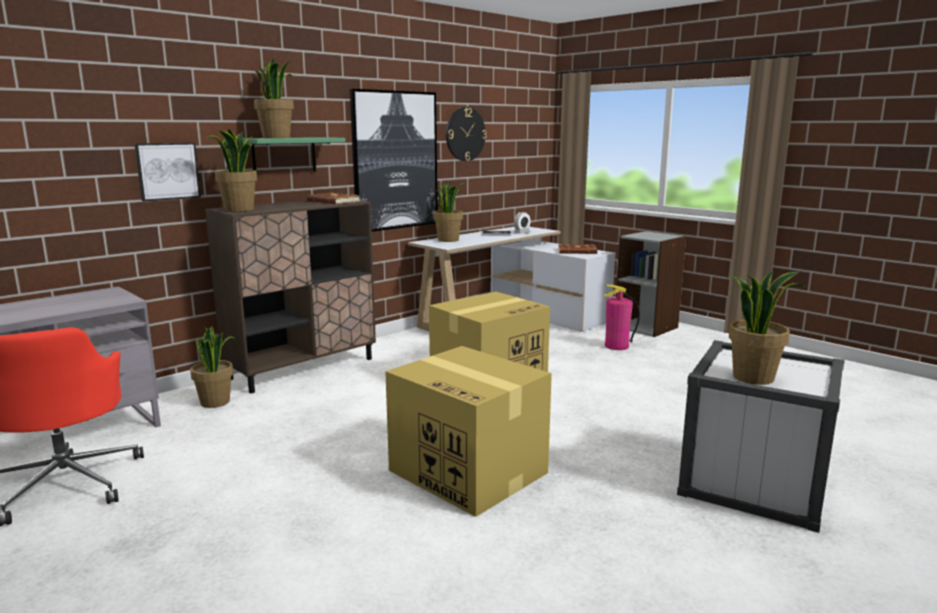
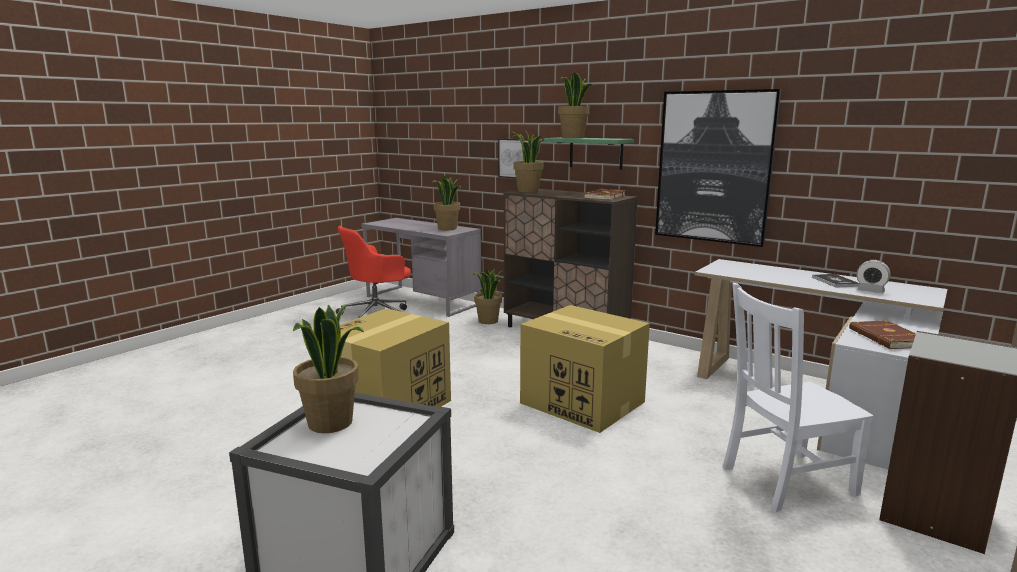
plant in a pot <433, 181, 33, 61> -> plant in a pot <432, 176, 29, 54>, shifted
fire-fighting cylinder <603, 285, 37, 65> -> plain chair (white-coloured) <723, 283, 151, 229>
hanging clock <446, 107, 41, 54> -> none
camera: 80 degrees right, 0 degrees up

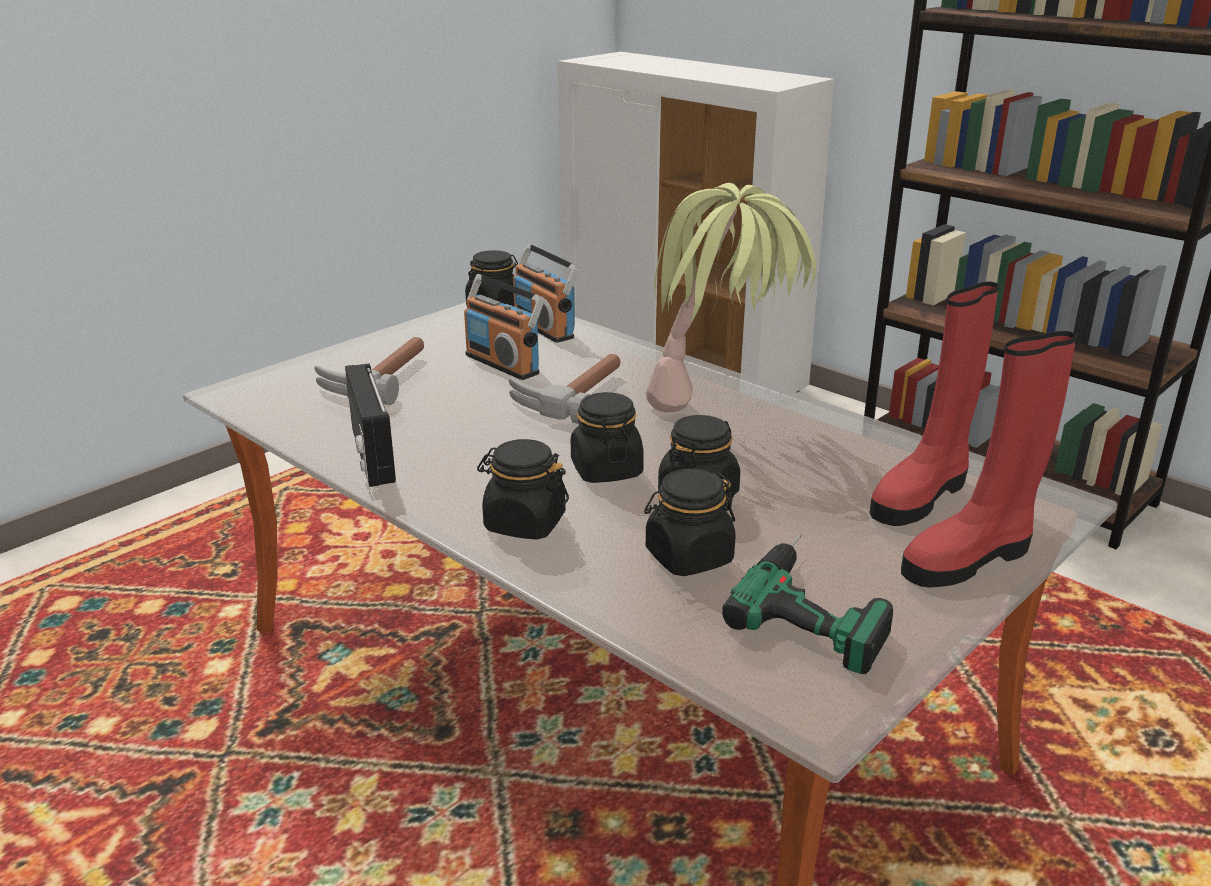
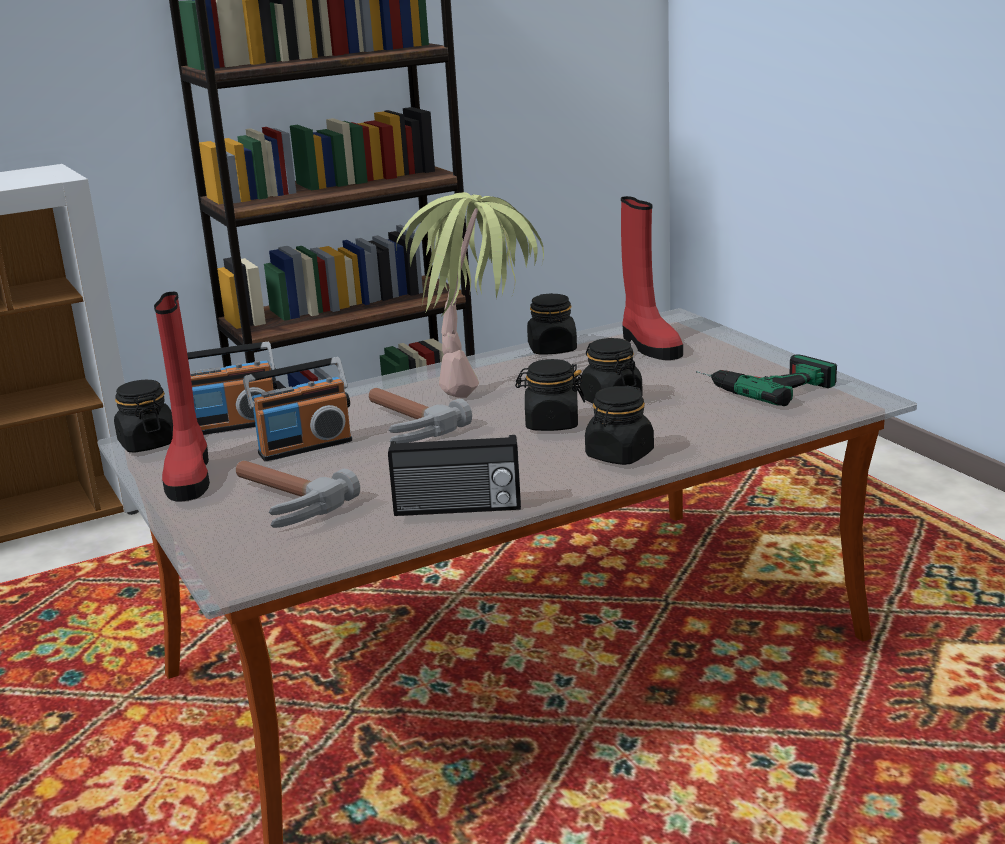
tall boot (red-coloured) <901, 331, 176, 256> -> tall boot (red-coloured) <154, 292, 56, 210>, shifted
jar (blackish) <644, 469, 92, 107> -> jar (blackish) <527, 293, 50, 61>, shifted
camera: 70 degrees left, 5 degrees down

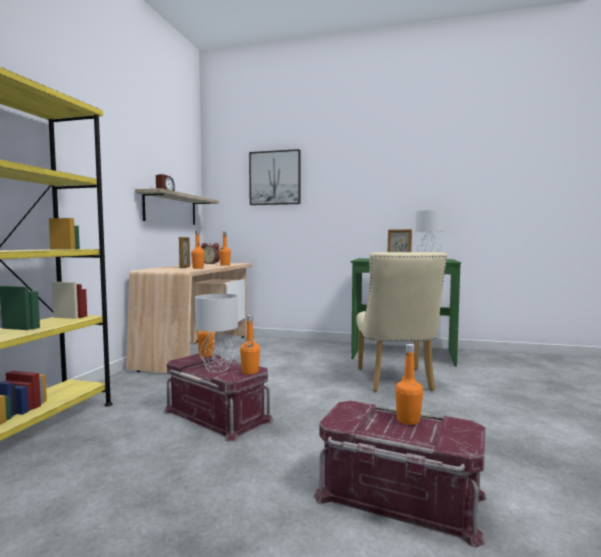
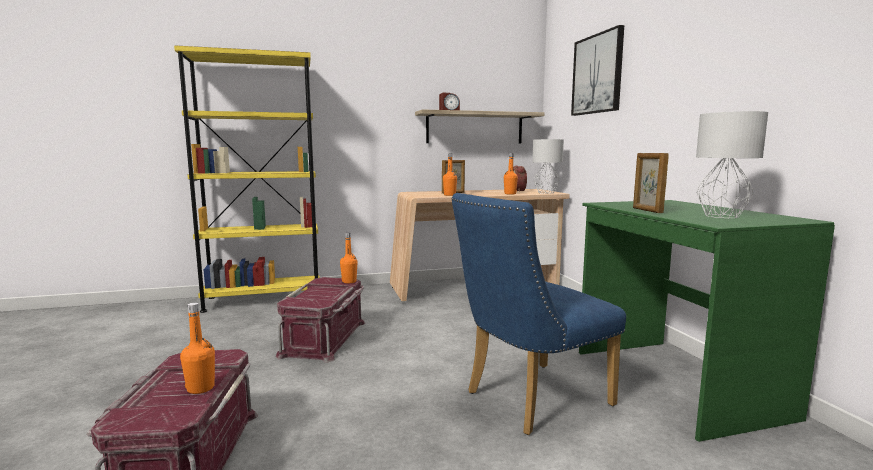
plain chair (beige-coloured) <356, 252, 91, 139> -> plain chair (blue-coloured) <451, 193, 175, 242>
tabletop lamp (grey) <195, 294, 43, 79> -> tabletop lamp (grey) <532, 139, 32, 55>, shifted
bottle (orange) <240, 315, 20, 60> -> none
camera: 60 degrees right, 5 degrees up

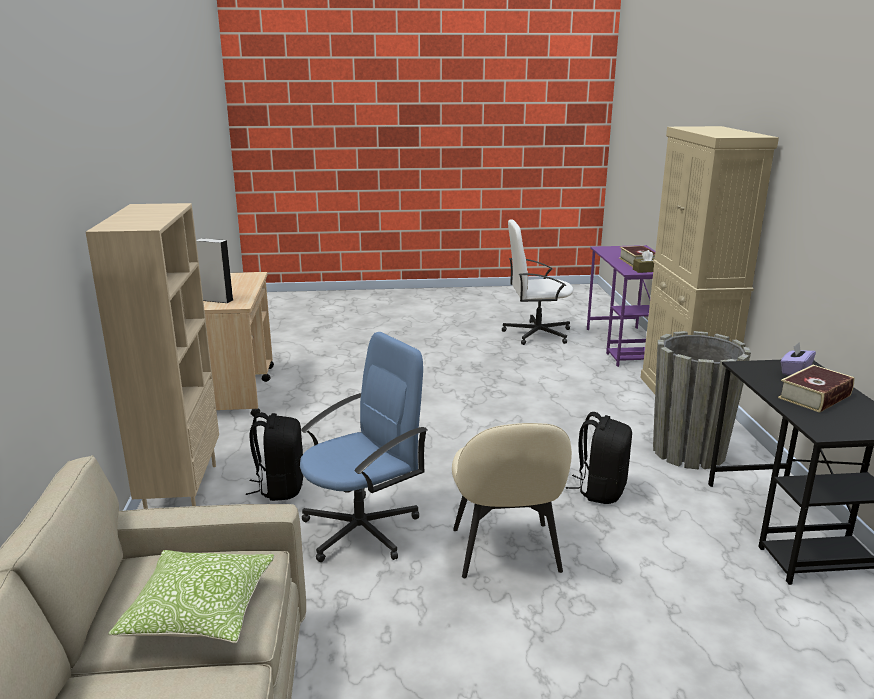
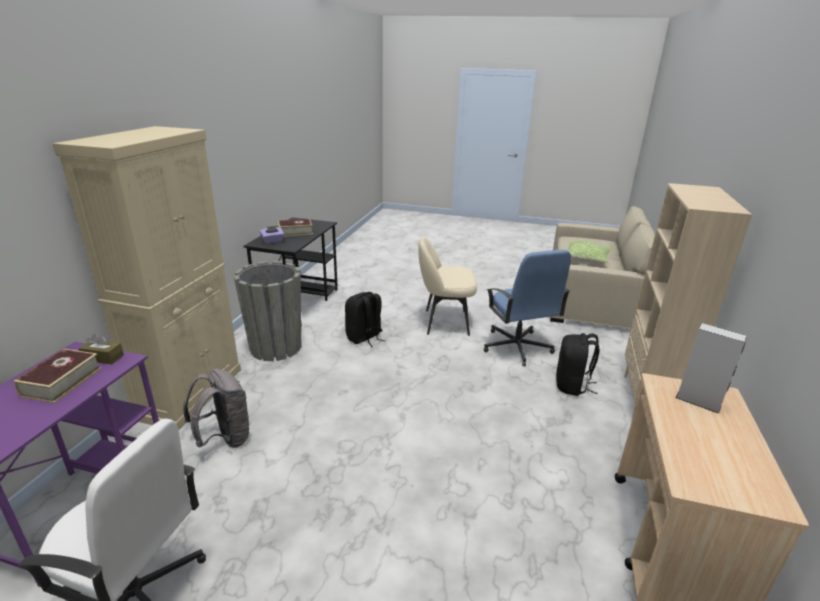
none -> rucksack (grey) <183, 368, 67, 80>
plain chair (beige-coloured) <452, 423, 120, 155> -> plain chair (beige-coloured) <419, 236, 58, 100>, 105 degrees counterclockwise
computer chair (blue-coloured) <300, 332, 128, 230> -> computer chair (blue-coloured) <484, 250, 87, 117>, 90 degrees counterclockwise
camera: 160 degrees left, 5 degrees up

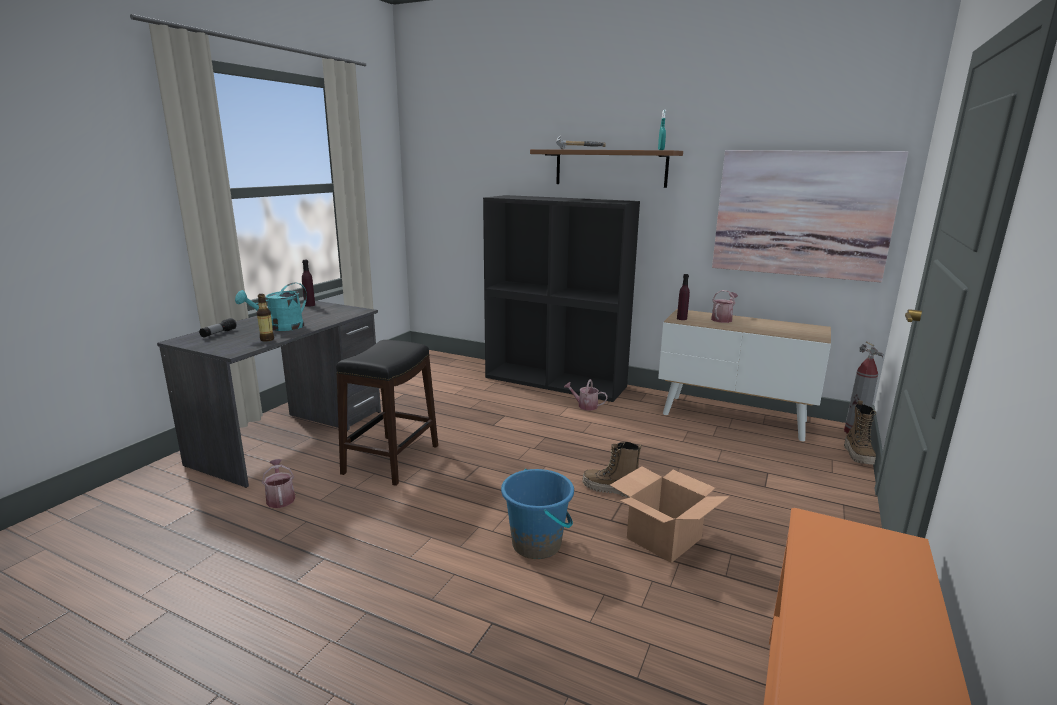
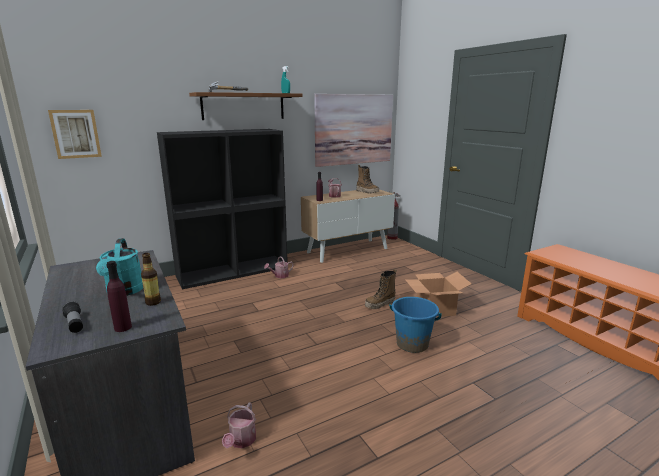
none -> wall picture <48, 110, 54, 49>
bottle (purple-coloured) <302, 260, 13, 47> -> bottle (purple-coloured) <107, 261, 25, 71>, shifted
sprinkling can <262, 459, 33, 49> -> sprinkling can <222, 403, 34, 45>, 90 degrees counterclockwise
tall boot <844, 400, 32, 65> -> tall boot <356, 165, 23, 29>, shifted
stool (blackish) <336, 340, 102, 146> -> none
camera: 55 degrees left, 0 degrees up

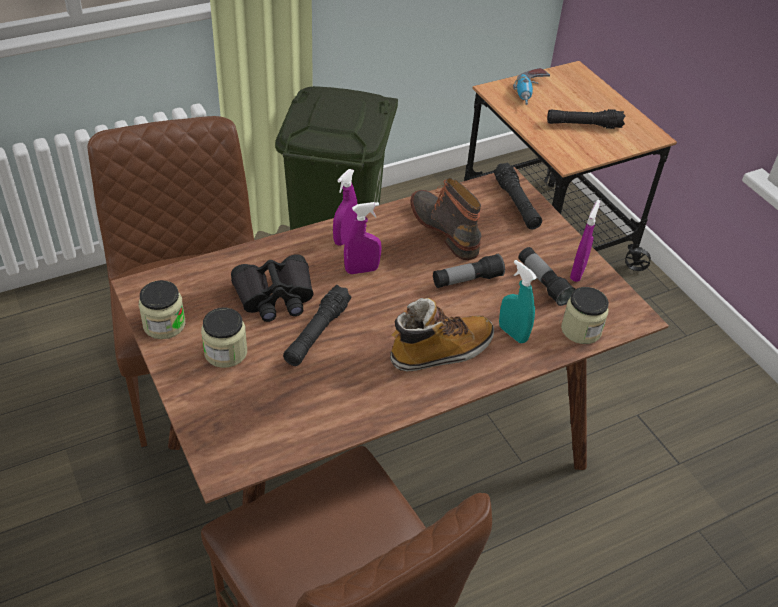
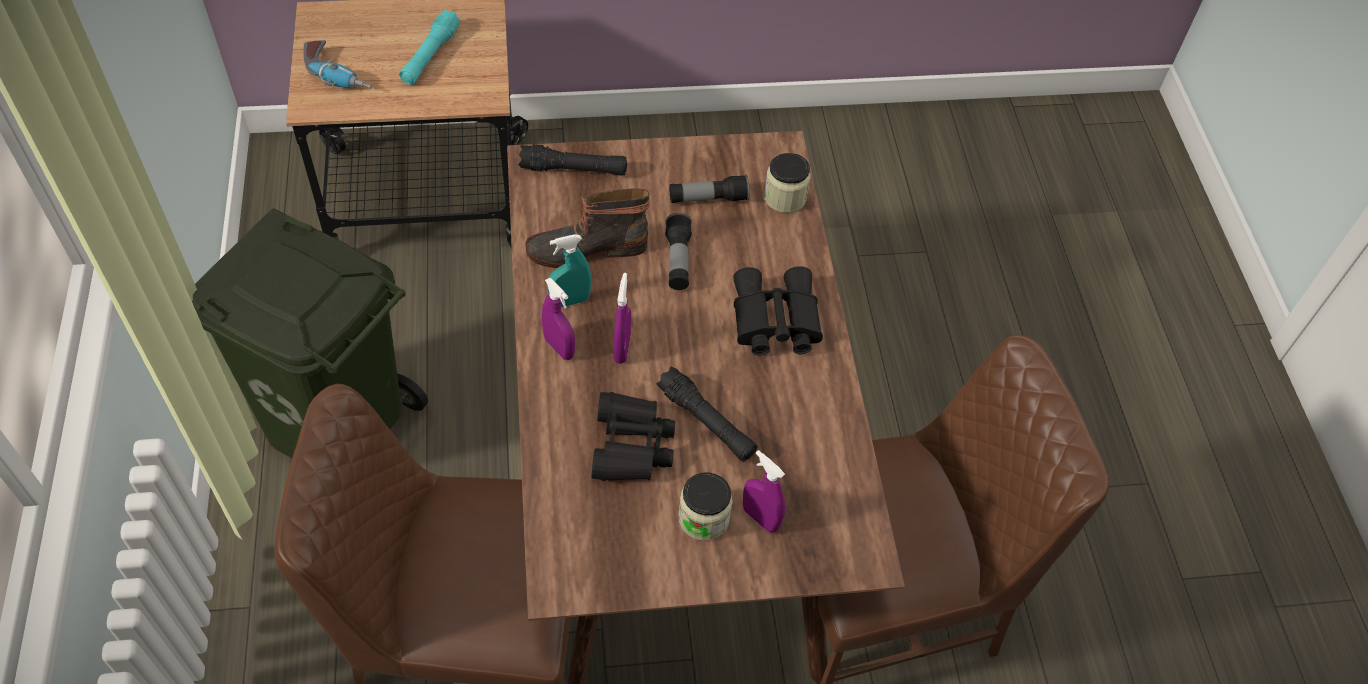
flashlight (blackish) <547, 109, 78, 20> -> flashlight (turquoise-coloured) <399, 9, 61, 76>
hand sprayer (turquoise-coloured) <499, 260, 38, 83> -> hand sprayer (turquoise-coloured) <547, 234, 44, 74>, shifted
tall boot <390, 298, 104, 73> -> field glasses (blackish) <733, 266, 90, 89>
hand sprayer (purple-coloured) <570, 200, 30, 82> -> hand sprayer (purple-coloured) <743, 450, 42, 83>, shifted
jar <139, 280, 46, 59> -> none
camera: 70 degrees left, 10 degrees up

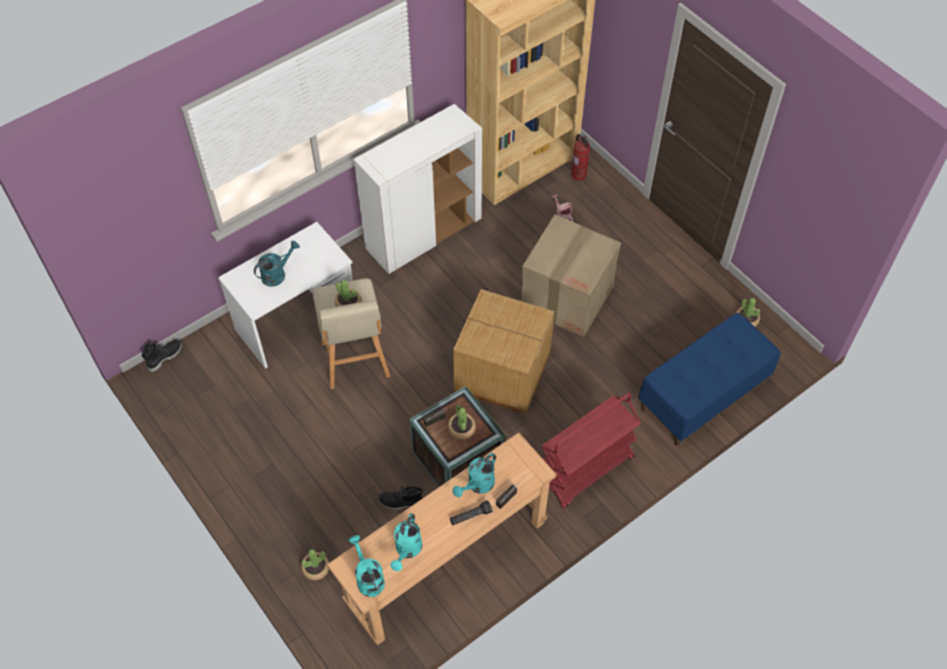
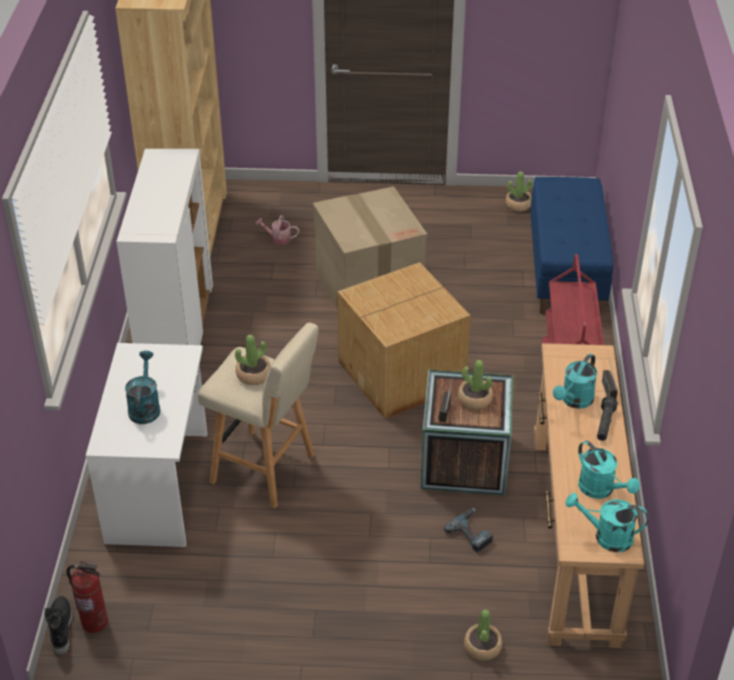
fire-fighting cylinder <571, 134, 19, 47> -> fire-fighting cylinder <67, 561, 41, 72>, shifted
tall boot (blackish) <378, 485, 45, 25> -> electric drill <444, 508, 49, 45>
sprinkling can (turquoise-coloured) <453, 453, 43, 44> -> sprinkling can (turquoise-coloured) <553, 354, 44, 55>, 45 degrees clockwise
camera: 50 degrees left, 15 degrees down

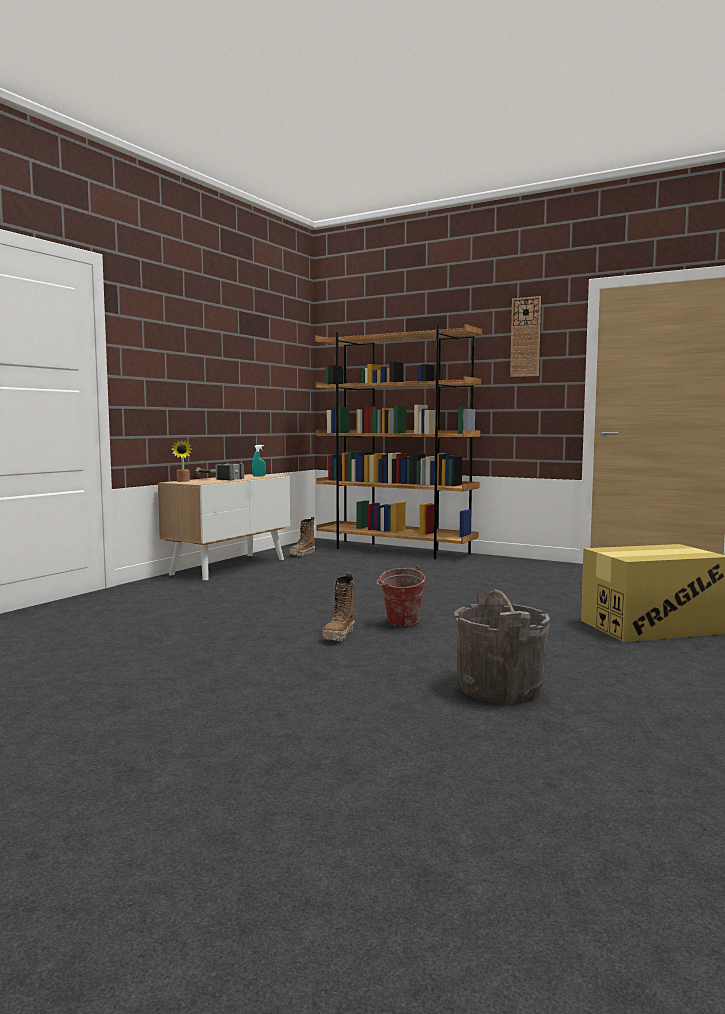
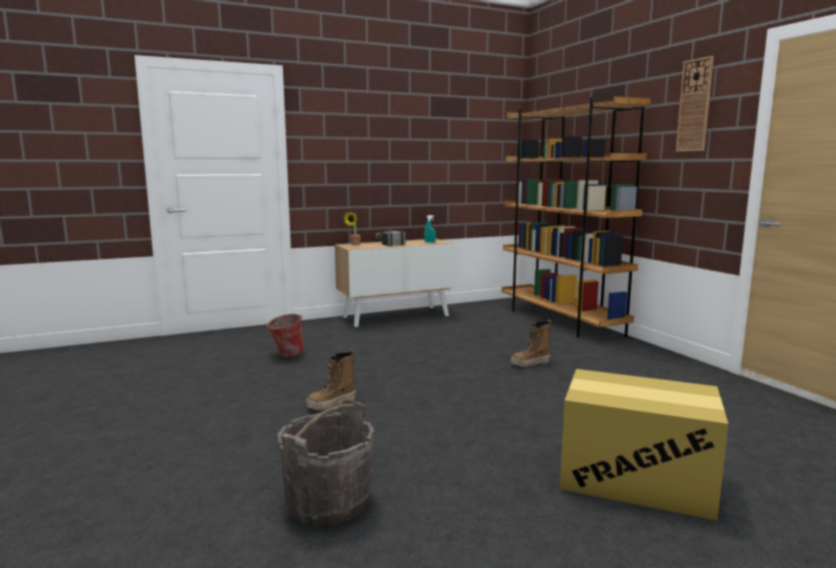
bucket <377, 567, 49, 60> -> bucket <265, 314, 39, 44>, shifted
tall boot <290, 517, 25, 39> -> tall boot <511, 319, 40, 48>, shifted
camera: 35 degrees right, 5 degrees up

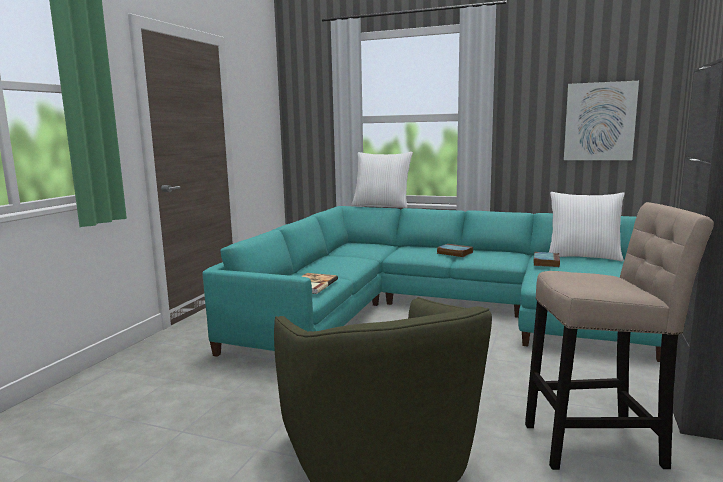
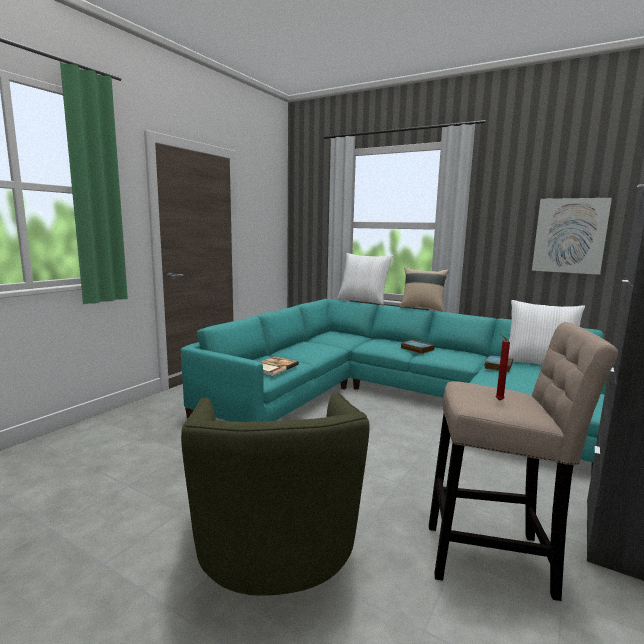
none -> pillow (beige-coloured) <400, 267, 49, 45>
none -> wax light (red-coloured) <496, 333, 14, 68>
camera: 10 degrees right, 0 degrees up

